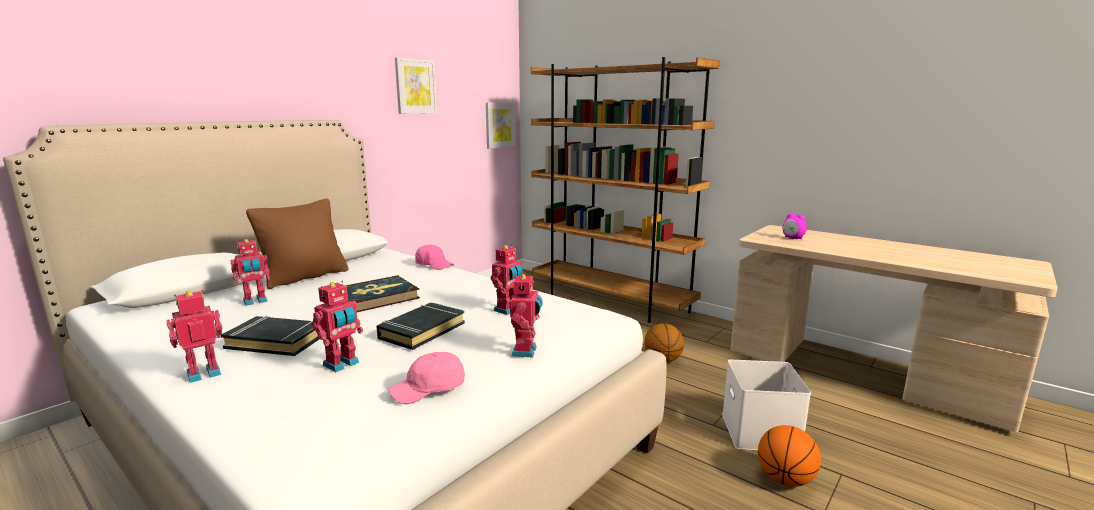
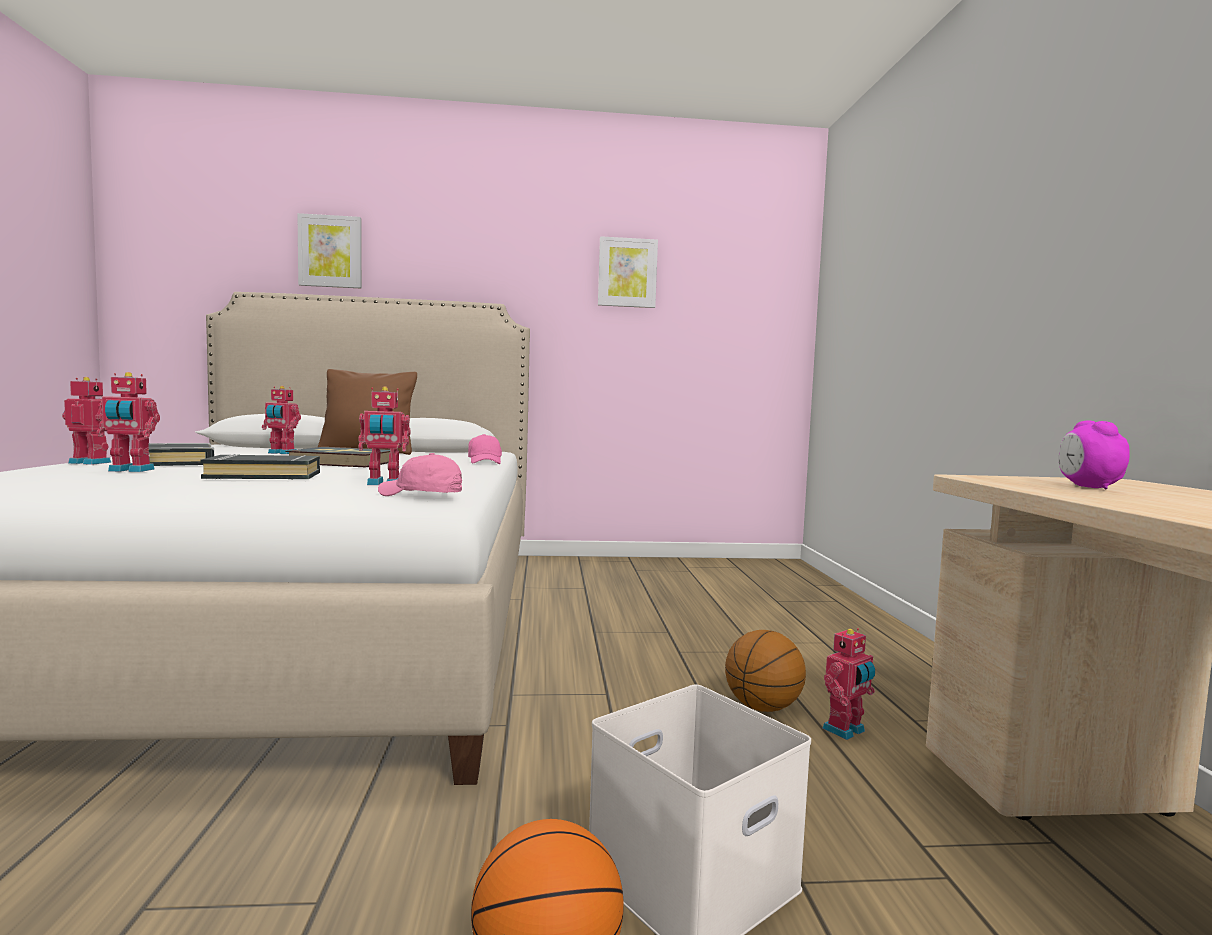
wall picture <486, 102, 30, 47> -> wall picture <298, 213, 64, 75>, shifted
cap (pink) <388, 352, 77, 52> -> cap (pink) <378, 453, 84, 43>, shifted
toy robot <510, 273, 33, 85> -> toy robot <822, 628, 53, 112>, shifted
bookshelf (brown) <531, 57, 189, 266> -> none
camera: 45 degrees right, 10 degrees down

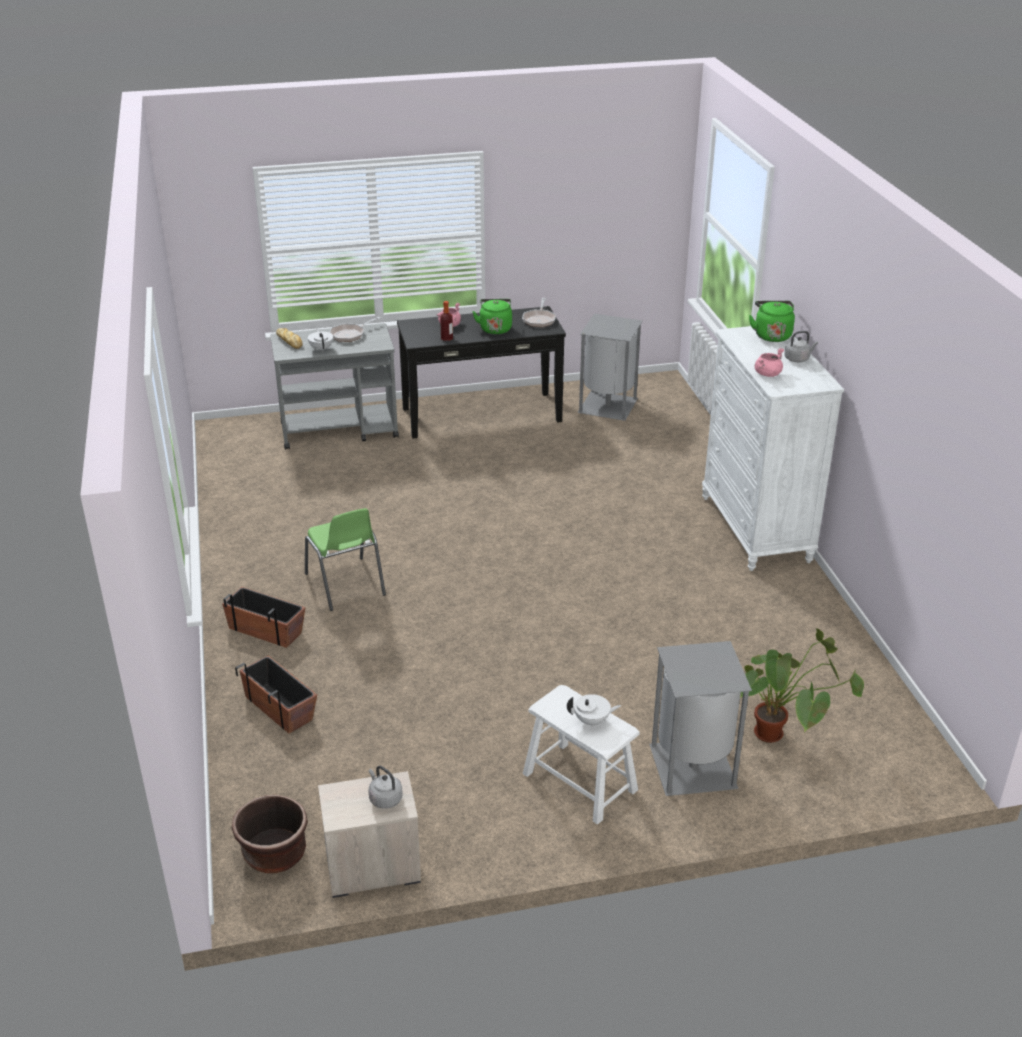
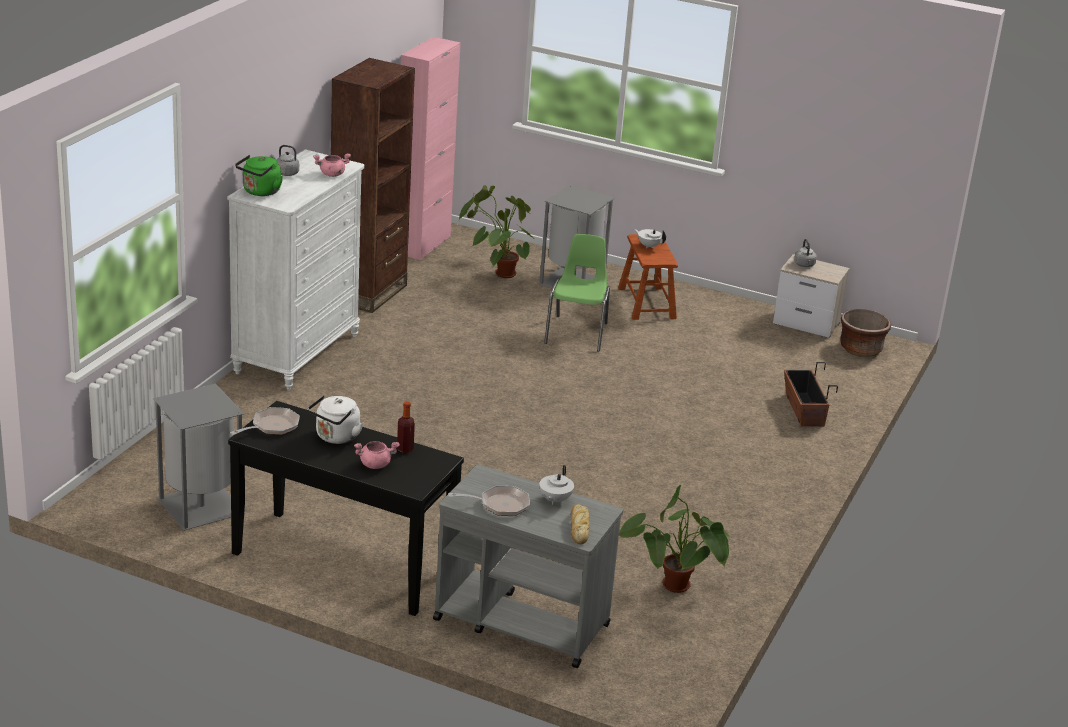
water kettle (green-coloured) <472, 299, 40, 35> -> water kettle (white-coloured) <308, 395, 55, 49>
none -> bookshelf (brown) <331, 58, 84, 255>
none -> cabinet (pink) <401, 37, 60, 223>
plain chair (green-coloured) <305, 508, 81, 103> -> plain chair (green-coloured) <544, 234, 66, 118>, shifted
stool (white-coloured) <523, 685, 117, 139> -> stool (brown) <618, 234, 60, 86>
none -> plant in a pot <619, 485, 113, 108>
flower pot <222, 587, 83, 61> -> none
camera: 145 degrees left, 5 degrees down

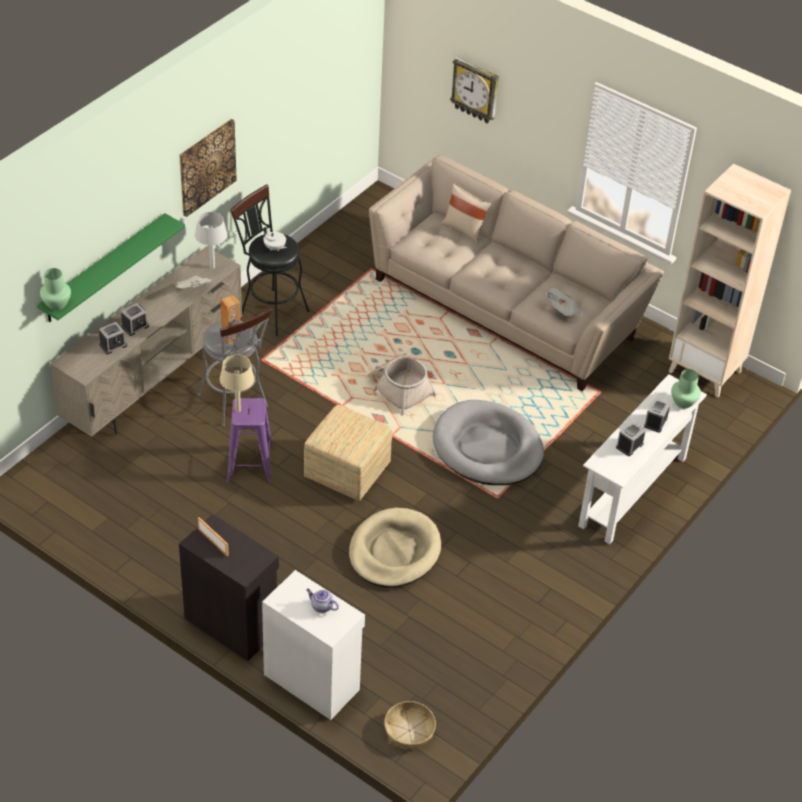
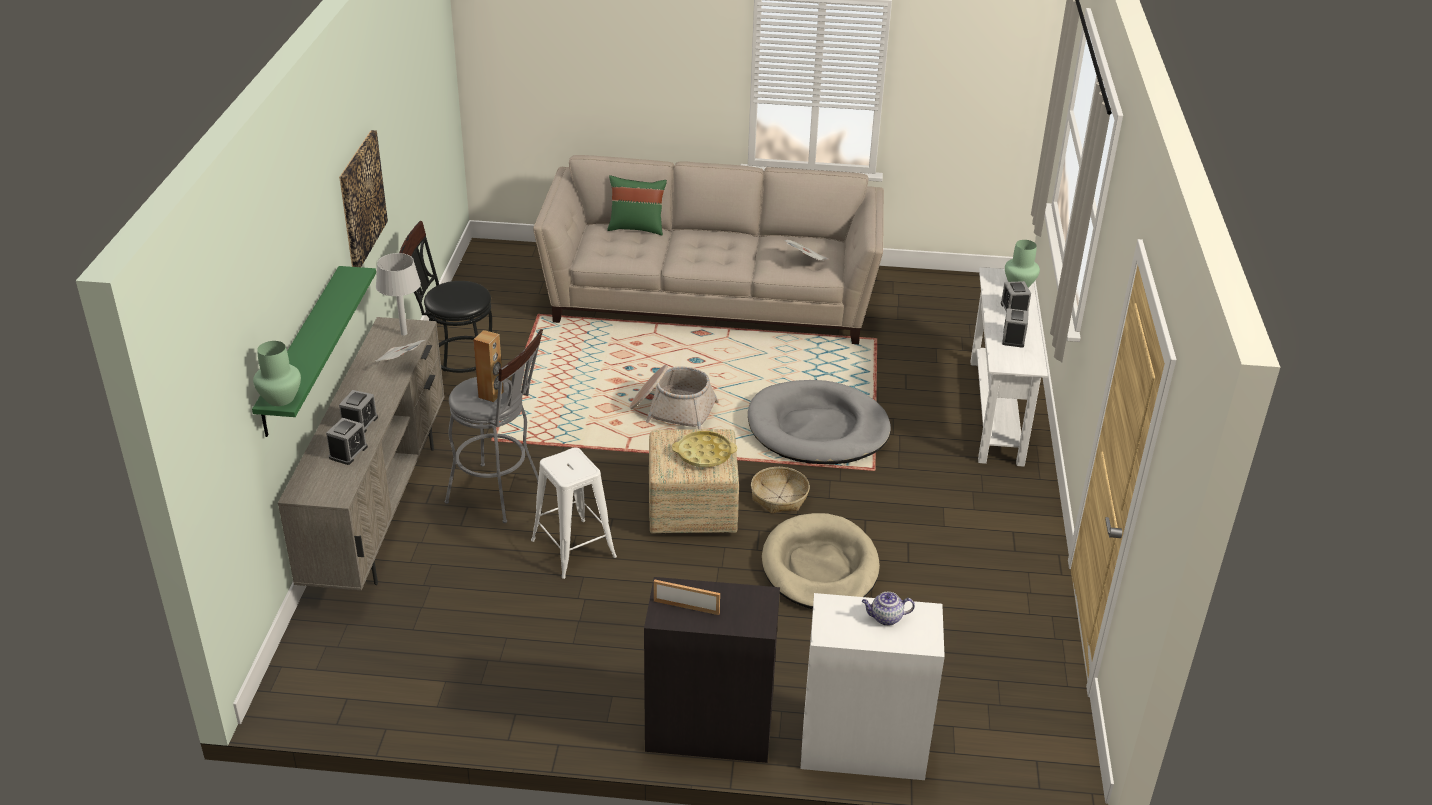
stool (purple-coloured) <227, 398, 46, 85> -> stool (white-coloured) <531, 448, 86, 131>
pillow (beige-coloured) <441, 183, 50, 61> -> pillow (green-coloured) <607, 175, 60, 60>
none -> carrying tray (yellowish) <672, 431, 65, 36>
household basket <384, 701, 52, 50> -> household basket <751, 467, 59, 47>, shifted
tabletop lamp (beige-coloured) <220, 354, 35, 59> -> none
pot for tea (white-coloured) <263, 227, 24, 24> -> none
hanging clock <450, 57, 49, 66> -> none
bookshelf (beige-coloured) <668, 163, 123, 234> -> none
camera: 30 degrees left, 10 degrees down

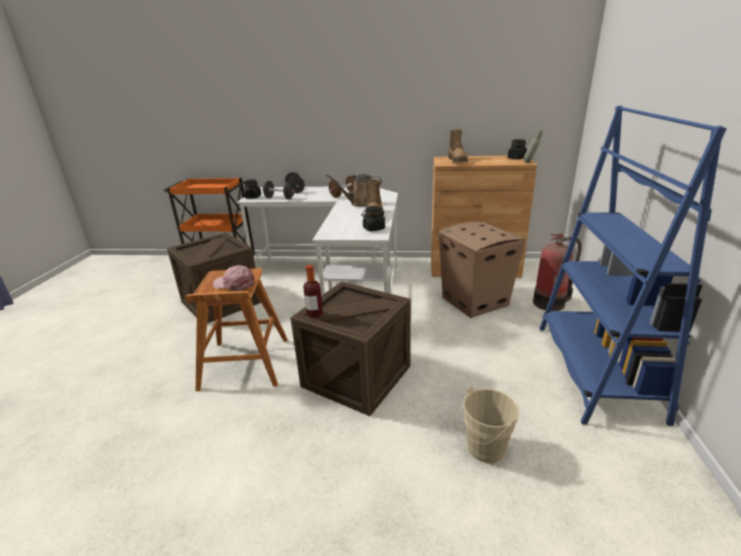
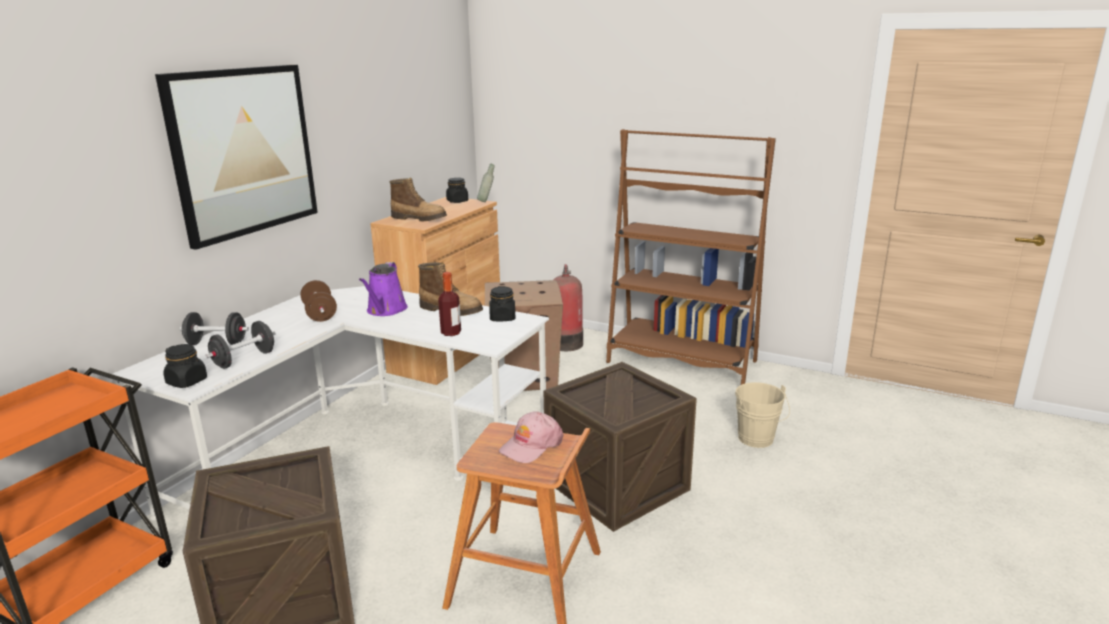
none -> wall picture <155, 65, 163, 185>
sprinkling can (brown) <325, 174, 57, 33> -> sprinkling can (purple-coloured) <359, 262, 49, 54>
bottle <303, 265, 20, 53> -> bottle <438, 272, 23, 64>, shifted
bookshelf (blue-coloured) <539, 106, 188, 320> -> bookshelf (brown) <606, 129, 170, 256>
camera: 70 degrees left, 5 degrees down

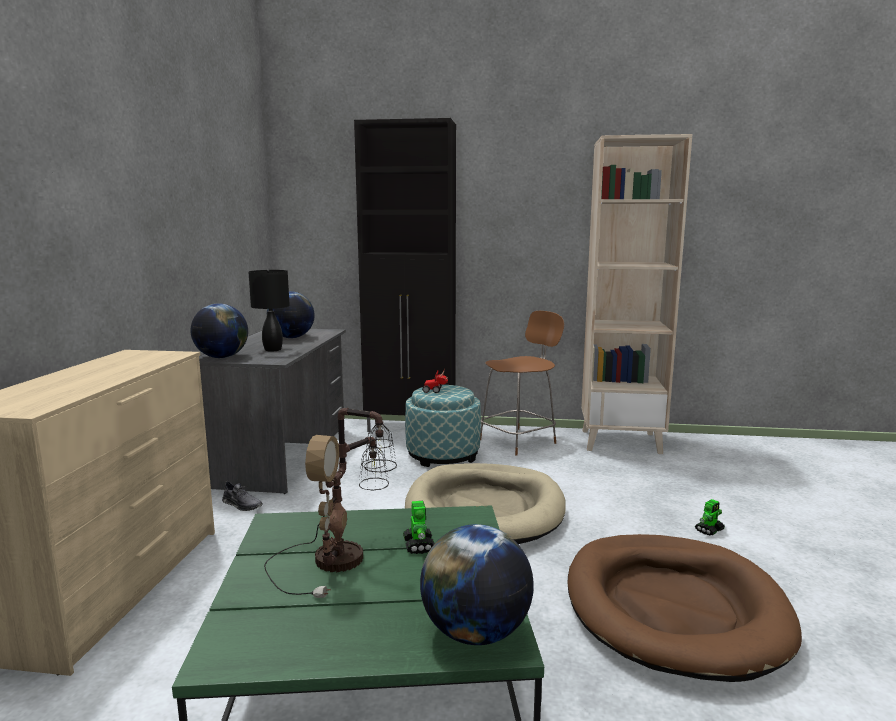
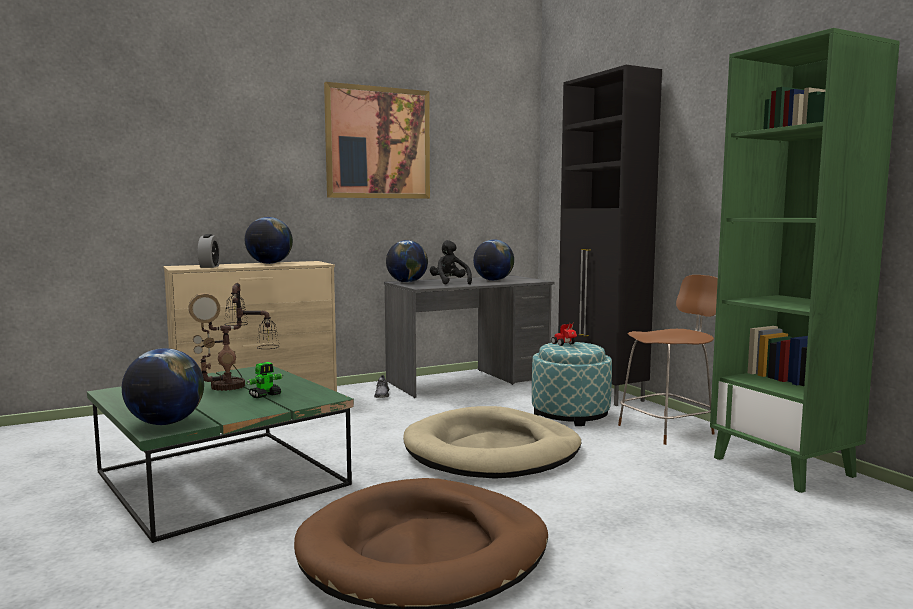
none -> alarm clock <198, 234, 22, 34>
none -> desk globe <245, 217, 48, 47>
none -> wall picture <324, 82, 106, 117>
tabletop lamp (blackish) <249, 270, 41, 81> -> cuddly toy (blackish) <430, 240, 42, 45>
plain chair (brown) <480, 311, 84, 144> -> plain chair (brown) <618, 275, 100, 170>, 45 degrees counterclockwise
bookshelf (beige-coloured) <581, 134, 111, 320> -> bookshelf (green-coloured) <710, 28, 190, 465>
toy robot <695, 499, 30, 36> -> none
camera: 55 degrees right, 5 degrees down

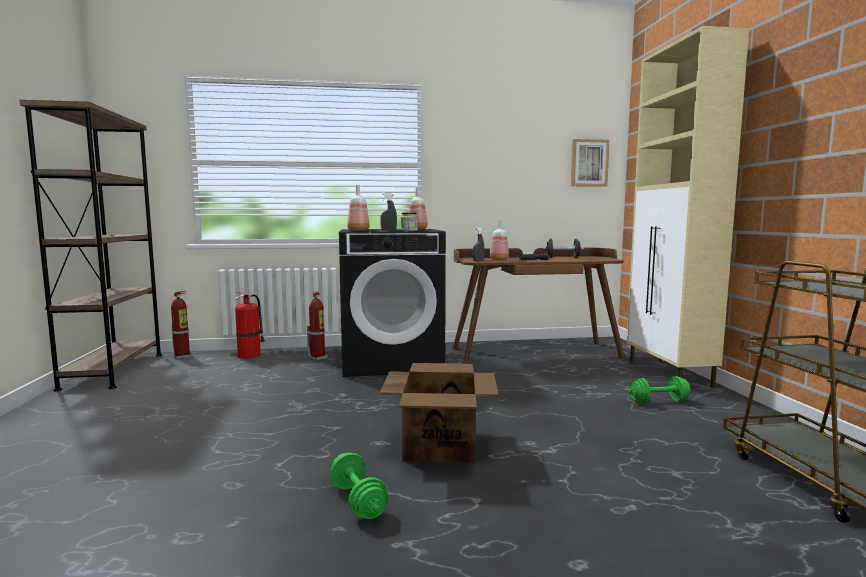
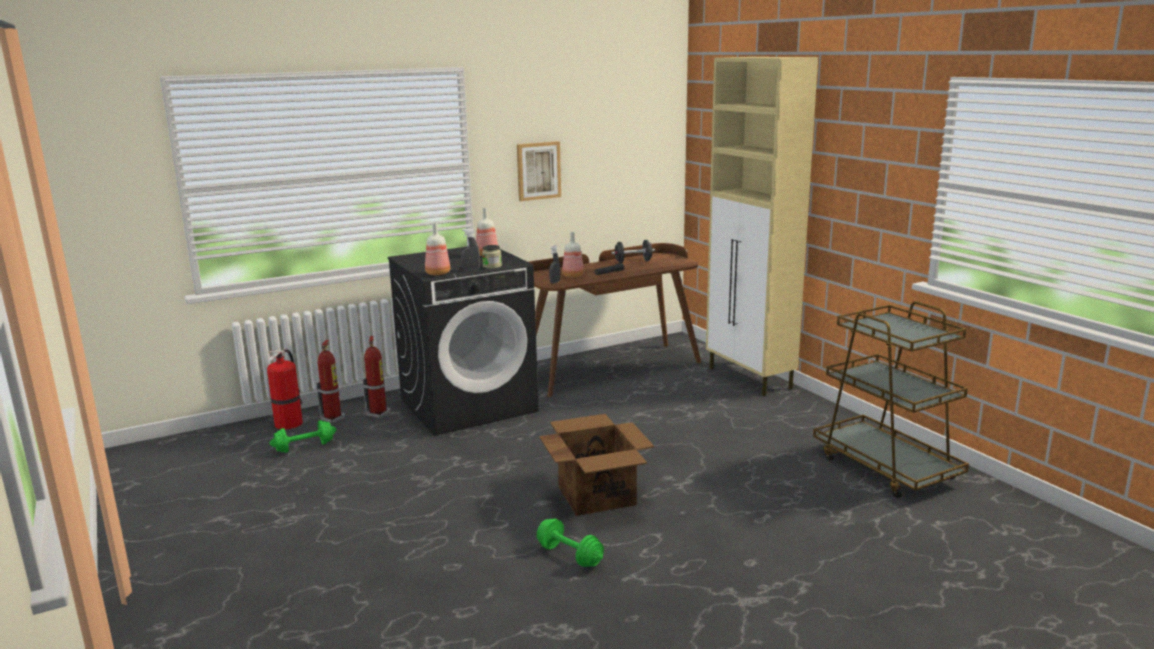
hand weight (green-coloured) <628, 376, 62, 27> -> hand weight (green-coloured) <269, 420, 68, 33>, shifted
fire-fighting cylinder <171, 291, 21, 69> -> fire-fighting cylinder <316, 340, 29, 83>, shifted
wall picture <571, 139, 39, 48> -> wall picture <517, 141, 44, 60>, shifted
bookshelf (brown) <20, 100, 142, 291> -> none
camera: 20 degrees left, 10 degrees up

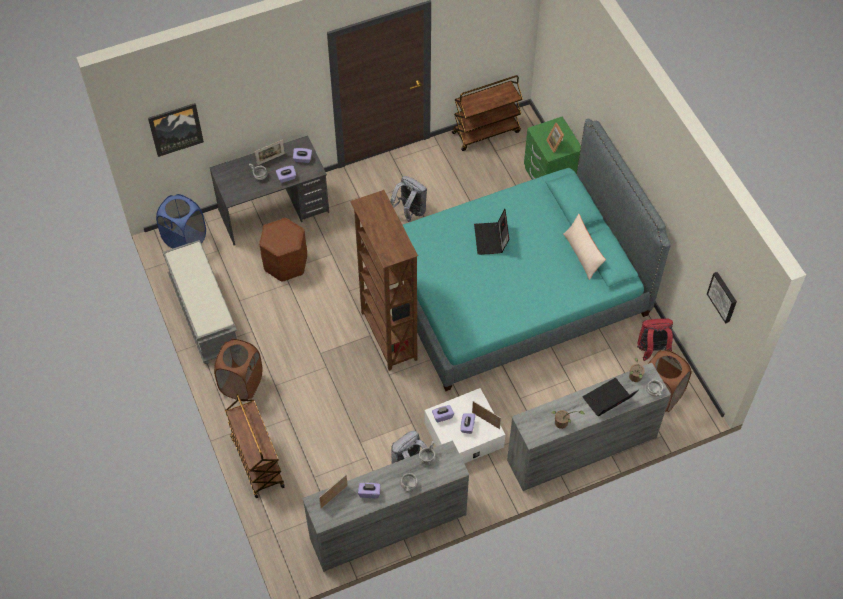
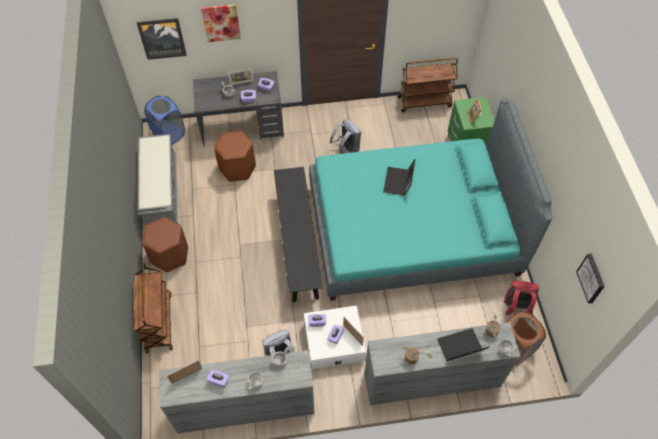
washing basket (brown) <214, 339, 49, 61> -> stool (brown) <142, 217, 46, 55>
none -> wall picture <201, 4, 40, 38>
bookshelf (brown) <350, 190, 68, 181> -> indoor bench (blackish) <274, 167, 49, 136>
pillow (beige-coloured) <563, 214, 43, 66> -> none
camera: 15 degrees right, 0 degrees up

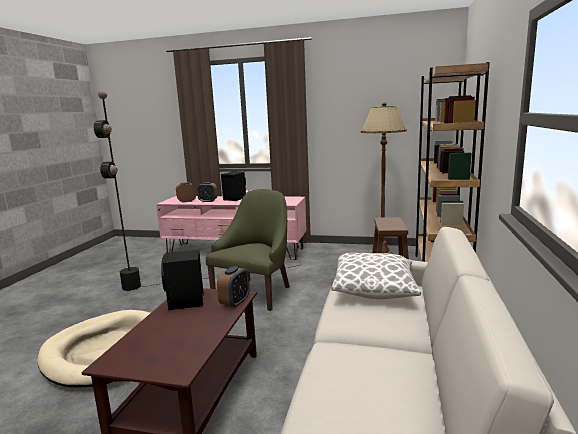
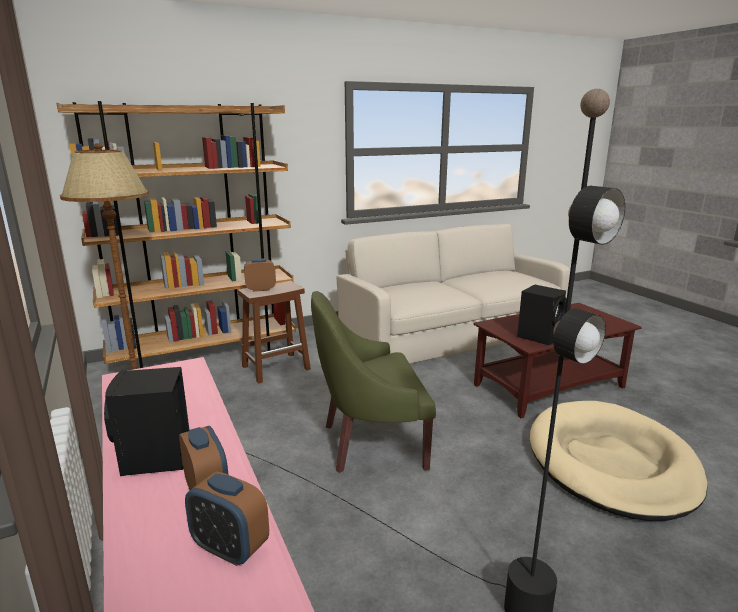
alarm clock <217, 266, 33, 42> -> alarm clock <244, 258, 32, 34>, shifted
pillow <332, 253, 89, 46> -> none
camera: 130 degrees left, 5 degrees up

